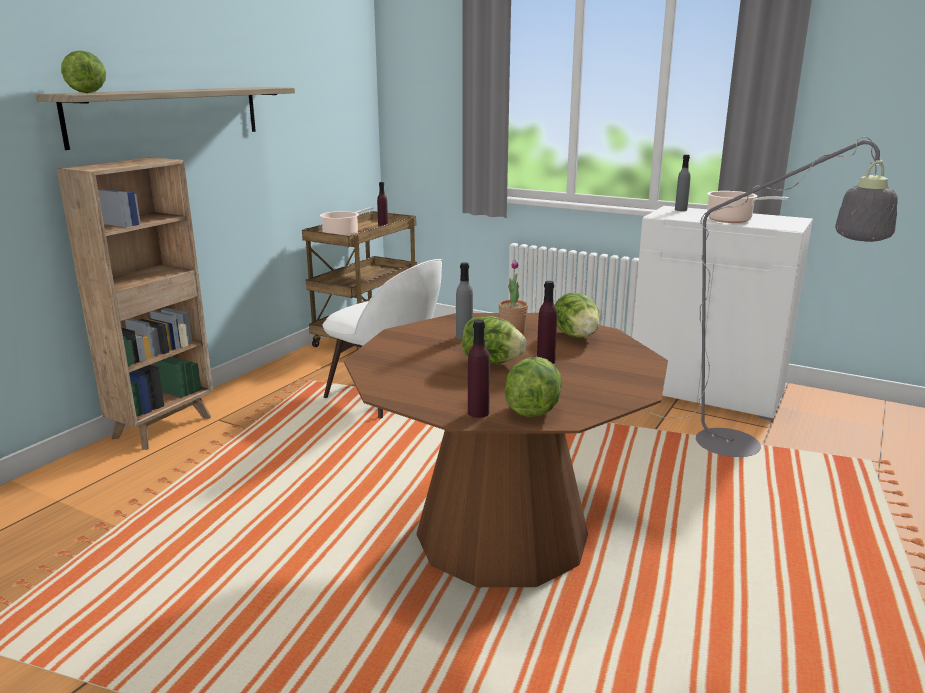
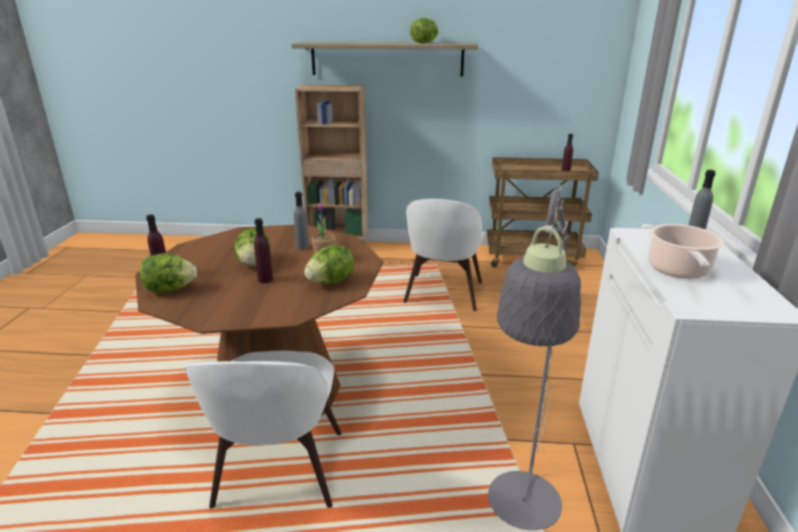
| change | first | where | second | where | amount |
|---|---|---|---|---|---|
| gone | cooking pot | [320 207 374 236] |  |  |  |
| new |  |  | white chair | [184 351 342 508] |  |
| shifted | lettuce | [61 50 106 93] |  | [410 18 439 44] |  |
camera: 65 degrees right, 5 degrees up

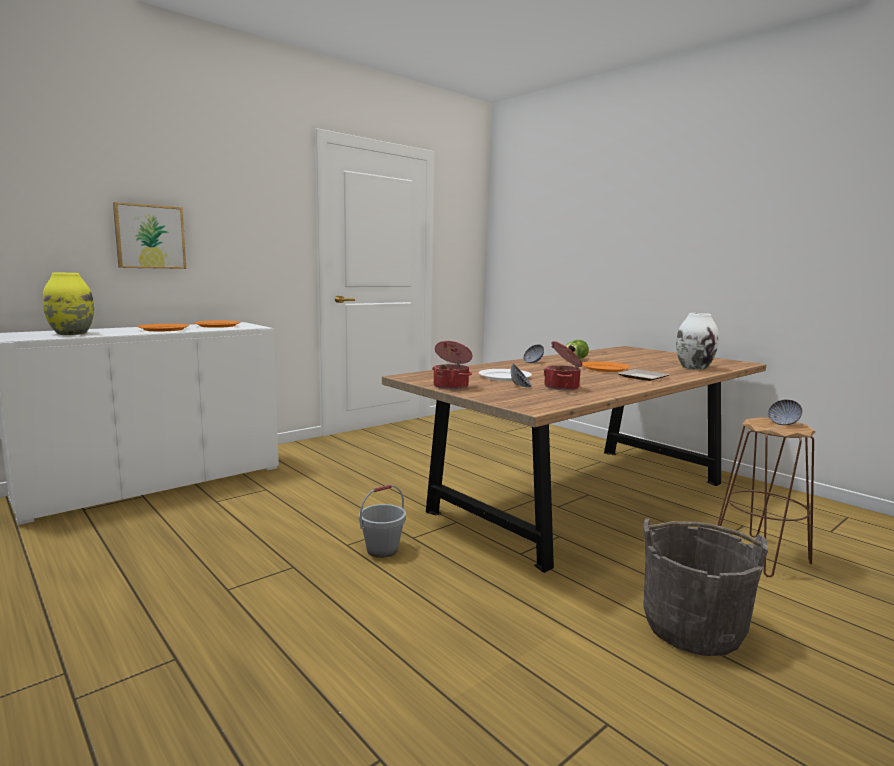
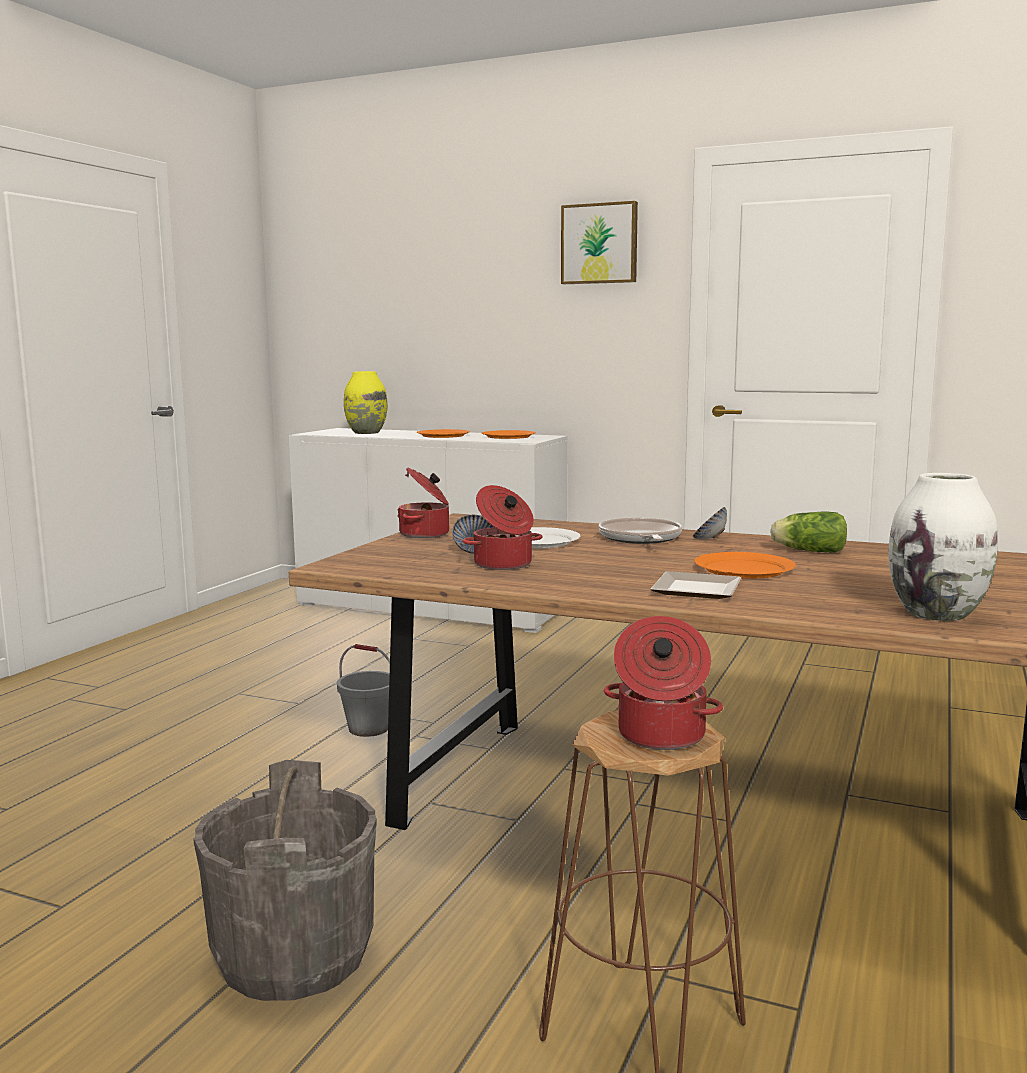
| change | first | where | second | where | amount |
|---|---|---|---|---|---|
| new |  |  | frying pan | [599 518 682 544] |  |
| shifted | picture | [113 202 186 269] |  | [561 201 638 284] |  |
| swapped | bowl | [768 399 802 425] | cooking pot | [604 616 723 750] |  |
camera: 65 degrees right, 0 degrees up

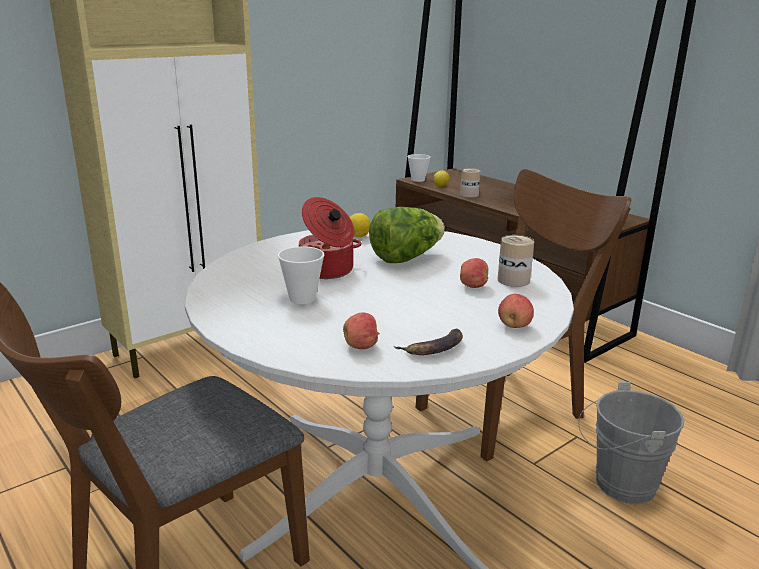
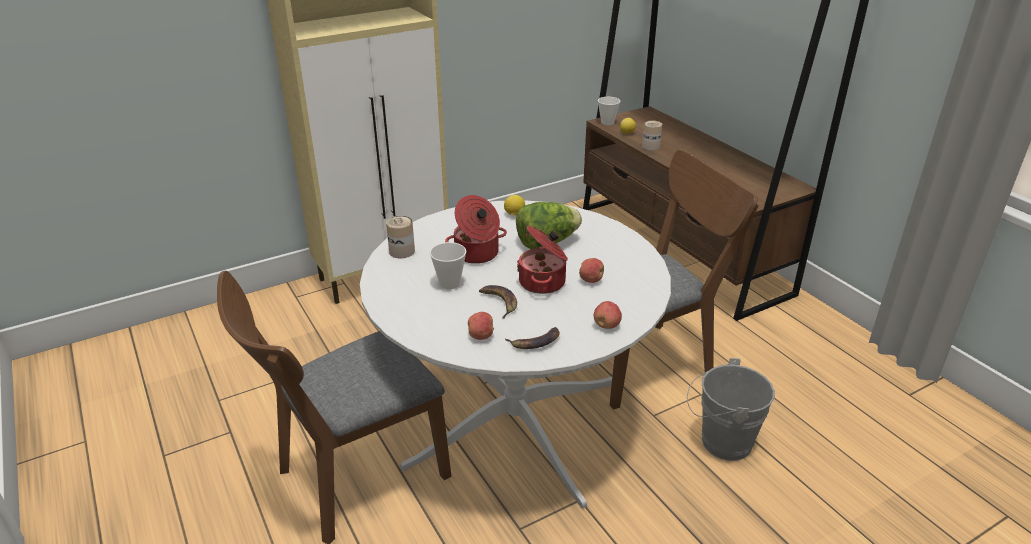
| change | first | where | second | where | amount |
|---|---|---|---|---|---|
| new |  |  | banana | [479 285 517 319] |  |
| new |  |  | cooking pot | [517 226 568 294] |  |
| shifted | can | [498 235 534 287] |  | [386 216 415 258] |  |
camera: 10 degrees right, 10 degrees up

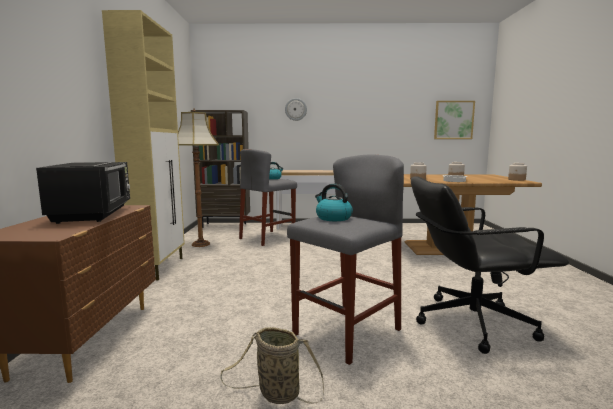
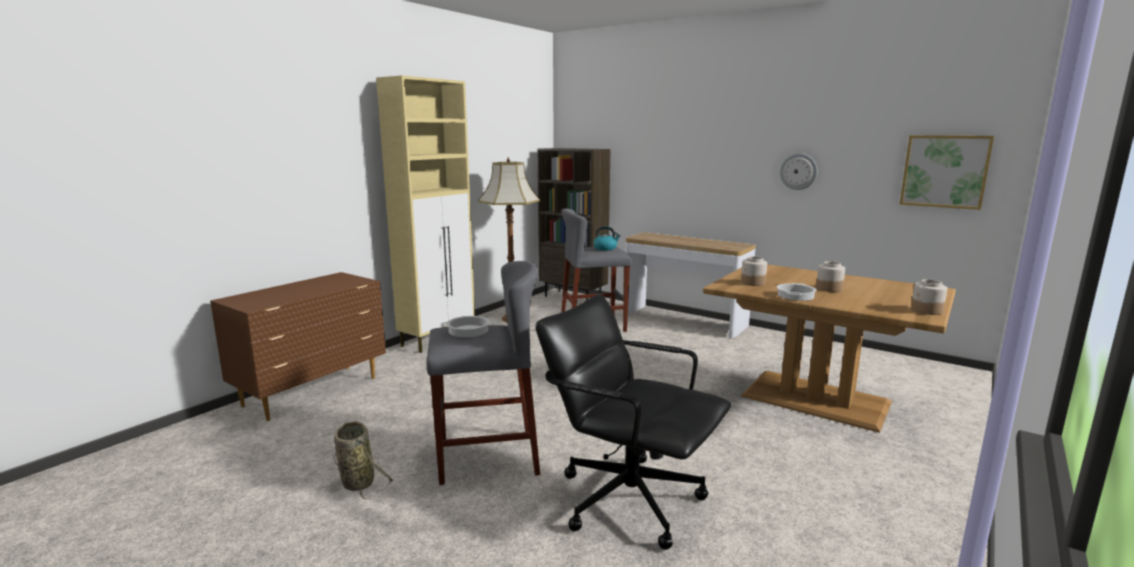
| change | first | where | second | where | amount |
|---|---|---|---|---|---|
| gone | black microwave | [36 162 130 224] |  |  |  |
| shifted | wall clock | [285 98 307 121] |  | [780 153 818 190] |  |
| swapped | kettle | [315 184 353 221] | cooking pot | [441 316 496 337] |  |
camera: 35 degrees right, 5 degrees up

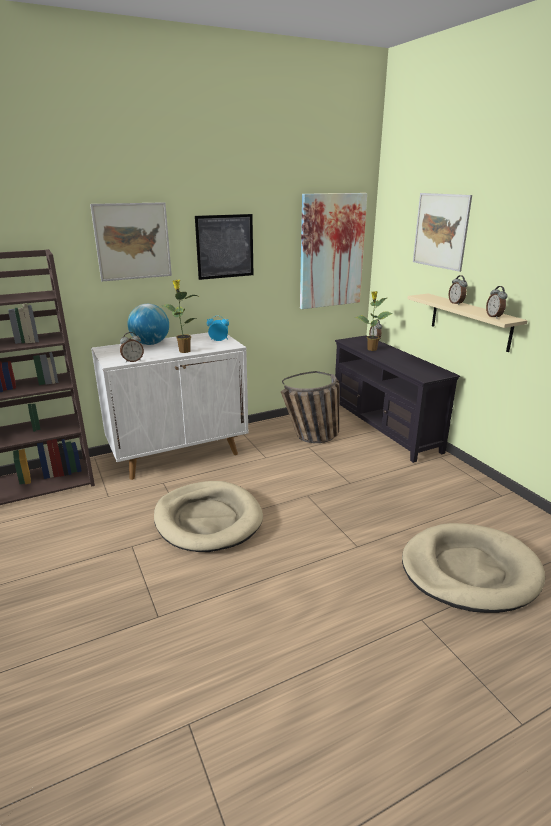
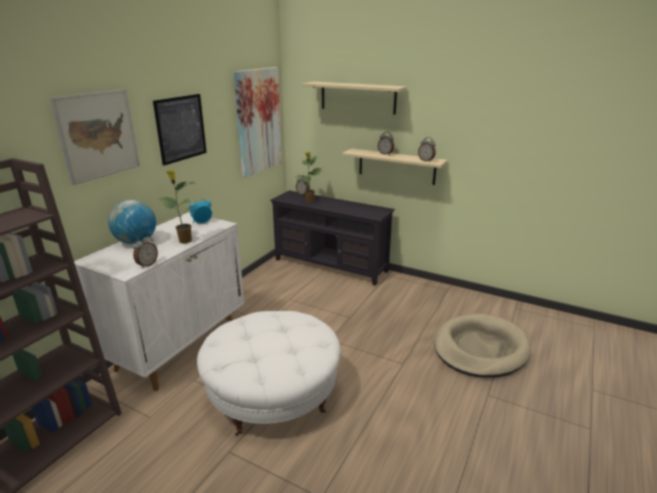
| change | first | where | second | where | amount |
|---|---|---|---|---|---|
| gone | basket | [281 371 339 443] |  |  |  |
| swapped | beige dog bed | [154 481 263 552] | white ottoman | [197 311 341 436] |  |
| swapped | picture | [413 193 472 272] | beige shelf | [303 82 407 115] |  |
camera: 35 degrees left, 0 degrees up

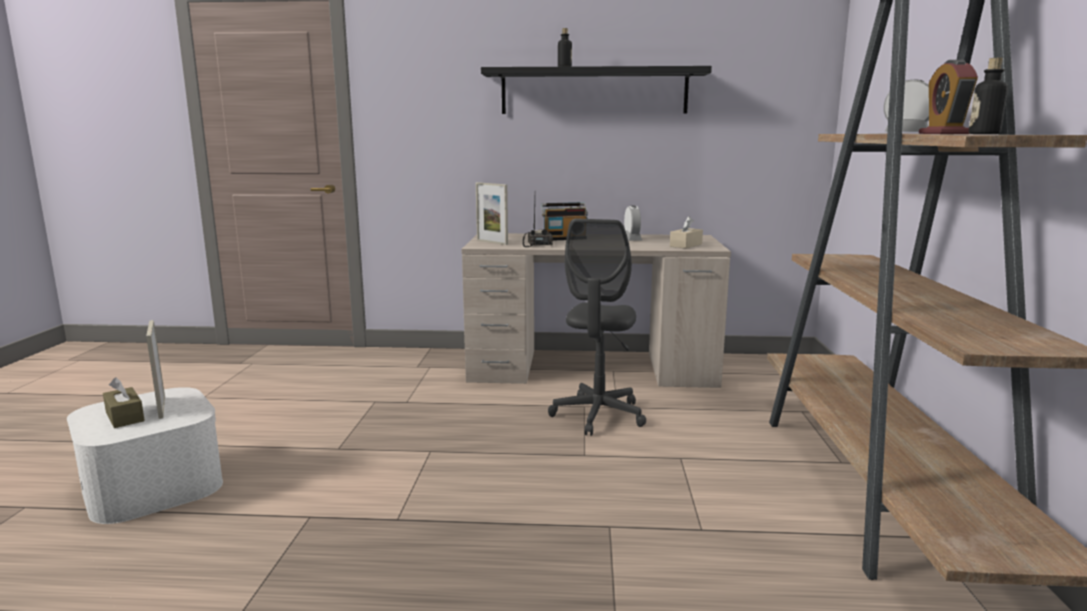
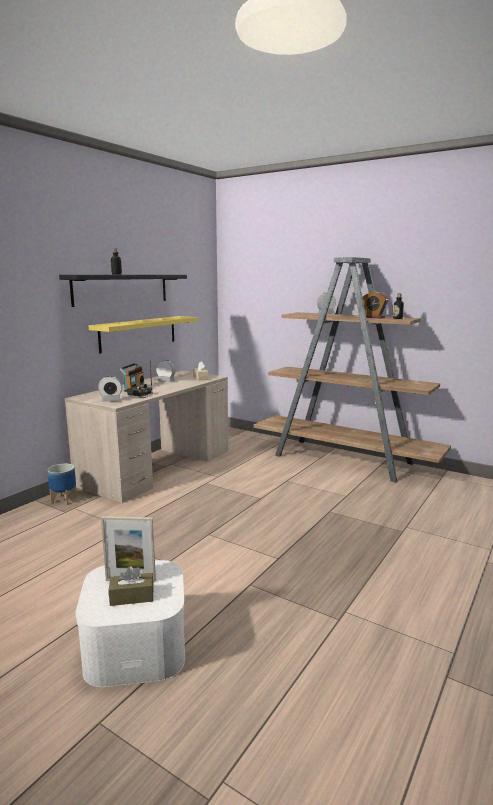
| change | first | where | second | where | amount |
|---|---|---|---|---|---|
| gone | grey office chair | [548 219 646 436] |  |  |  |
| new |  |  | planter | [47 464 77 505] |  |
| new |  |  | yellow shelf | [88 316 198 354] |  |
| swapped | picture frame | [476 182 508 245] | alarm clock | [98 376 122 402] |  |
camera: 60 degrees left, 0 degrees up

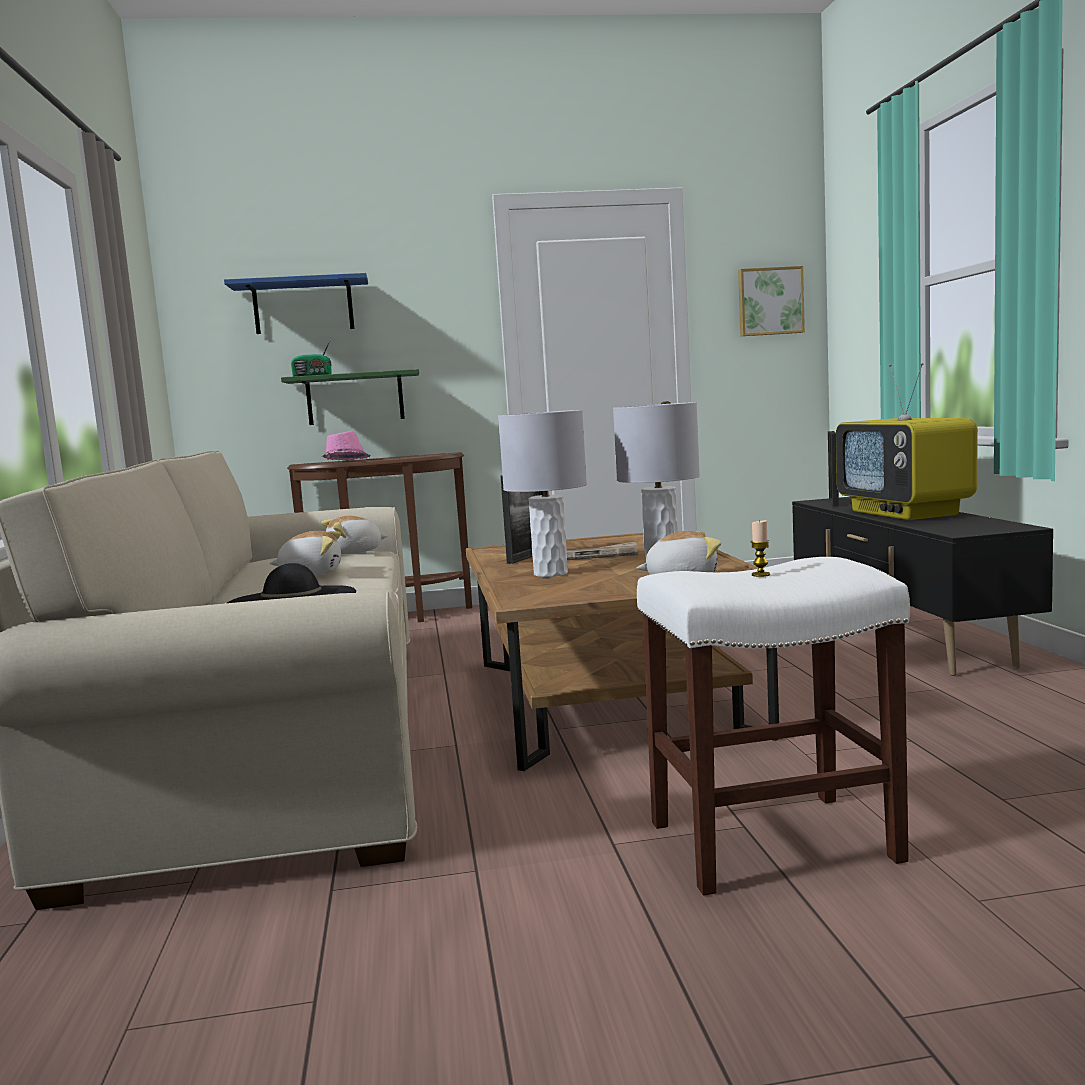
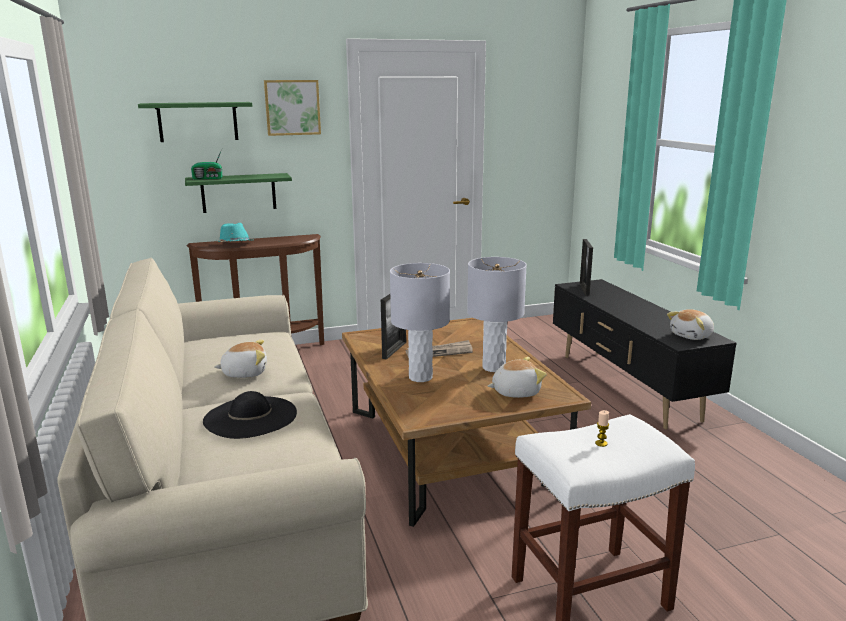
| change | first | where | second | where | amount |
|---|---|---|---|---|---|
| gone | television | [836 363 978 520] |  |  |  |
| shifted | plush toy | [321 516 387 554] |  | [667 309 714 340] |  |
| shifted | picture | [738 266 805 336] |  | [264 80 321 136] |  |
| repainted | blue shelf | [224 273 368 334] | green shelf | [138 102 252 142] |  |
| repainted | pink hat | [322 431 371 460] | turquoise hat | [216 223 252 242] |  |
camera: 10 degrees left, 10 degrees up

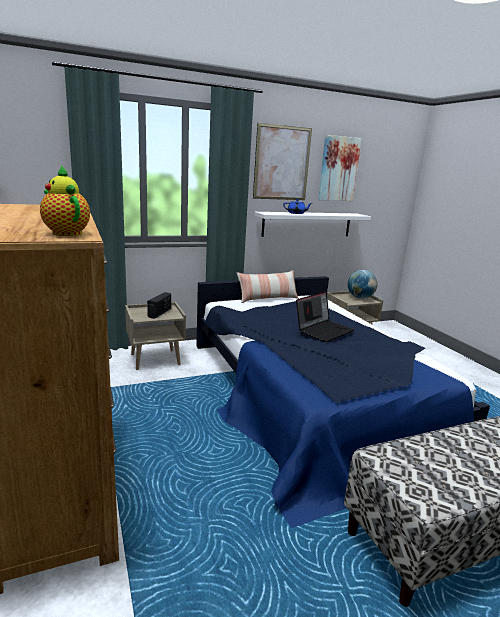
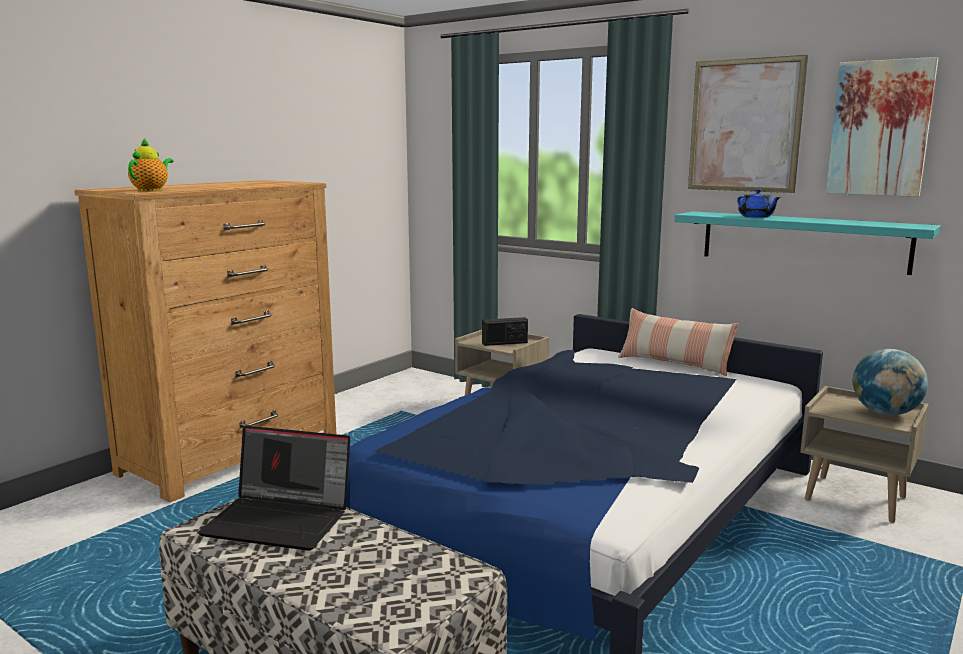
| change | first | where | second | where | amount |
|---|---|---|---|---|---|
| shifted | laptop | [296 291 355 342] |  | [198 426 350 551] |  |
| repainted | white shelf | [254 212 371 237] | turquoise shelf | [675 211 941 275] |  |
camera: 60 degrees right, 5 degrees down

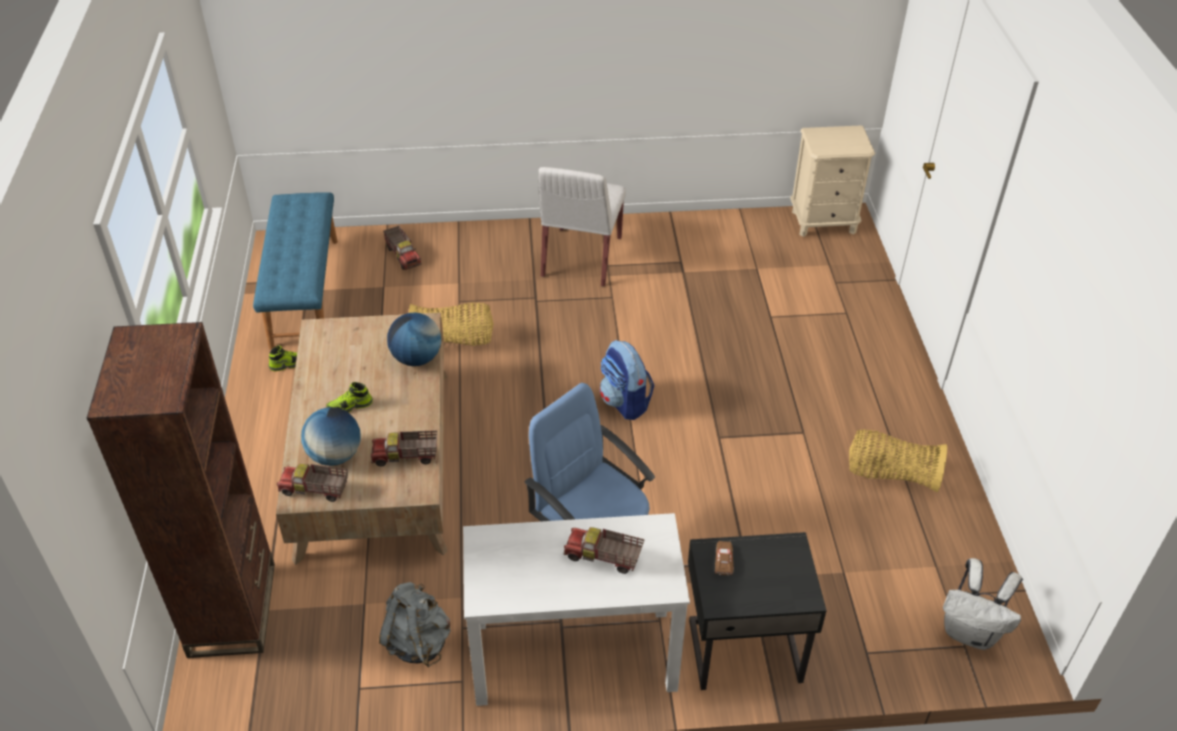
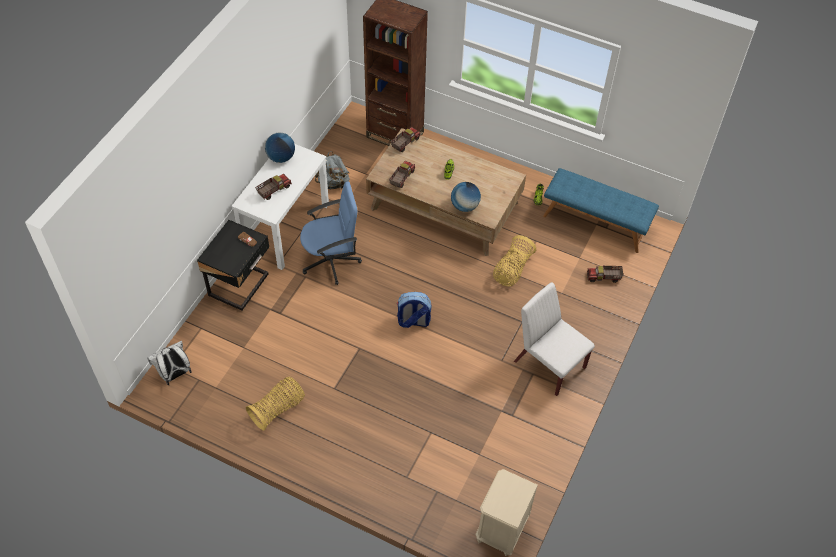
| change | first | where | second | where | amount |
|---|---|---|---|---|---|
| shifted | globe | [301 407 360 466] |  | [265 132 295 163] |  |
camera: 120 degrees right, 10 degrees up

